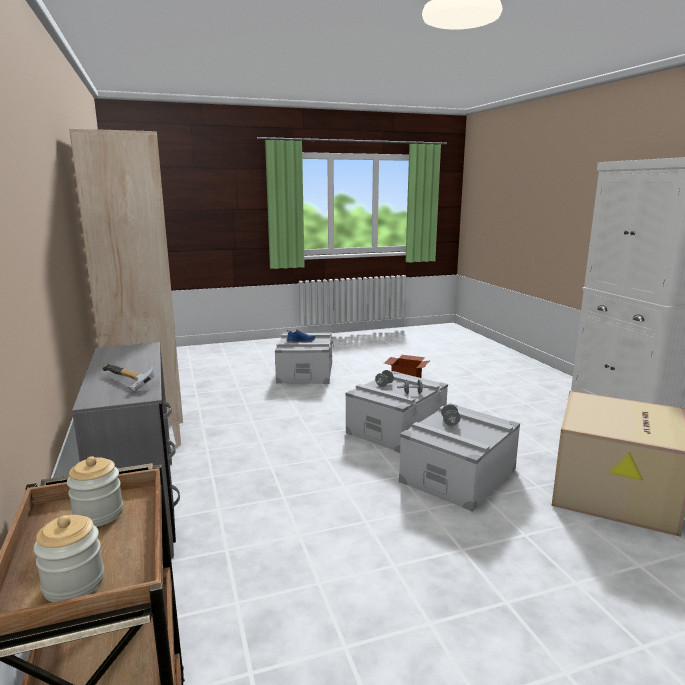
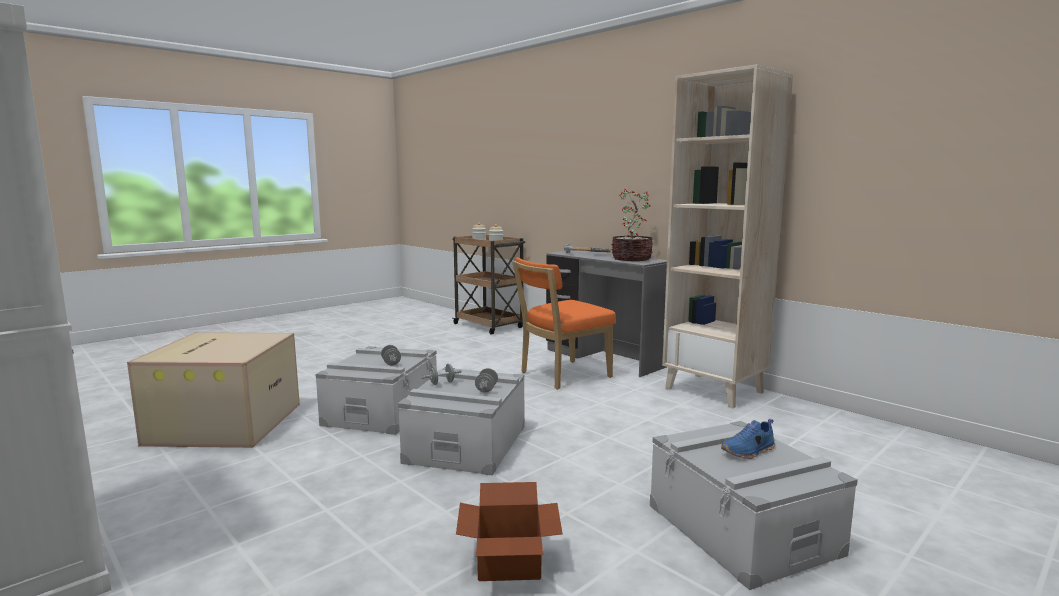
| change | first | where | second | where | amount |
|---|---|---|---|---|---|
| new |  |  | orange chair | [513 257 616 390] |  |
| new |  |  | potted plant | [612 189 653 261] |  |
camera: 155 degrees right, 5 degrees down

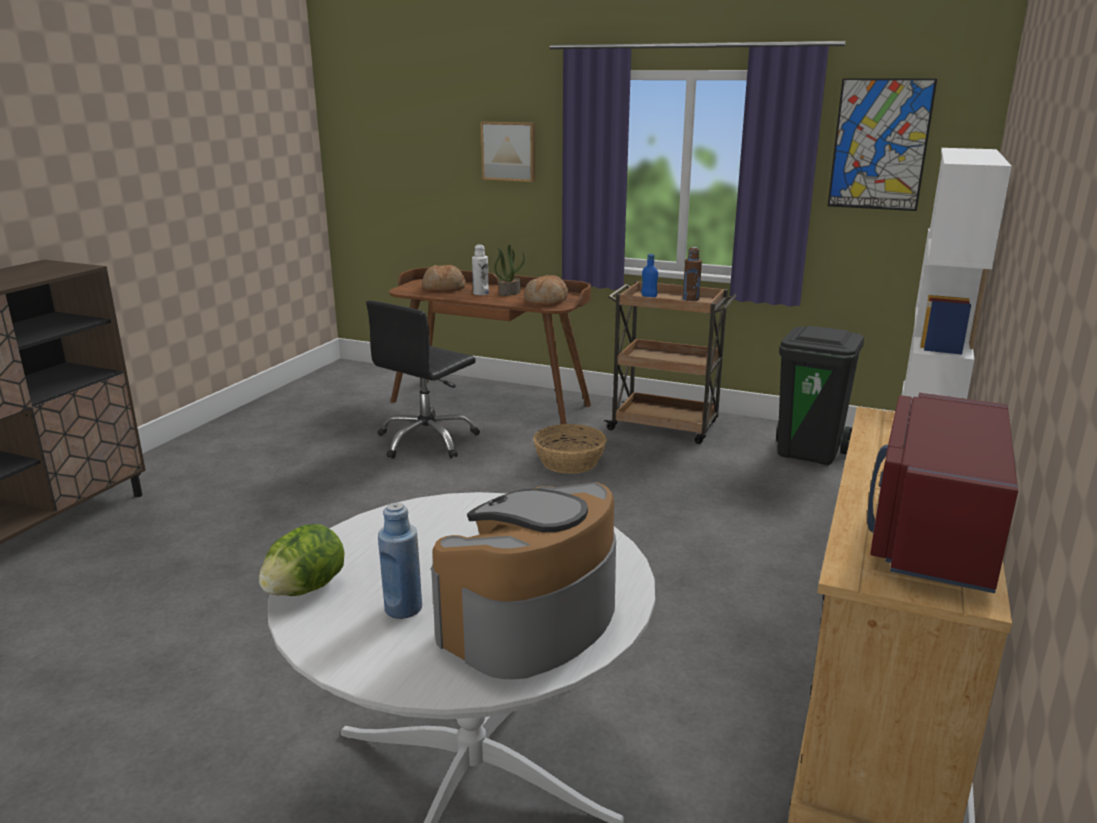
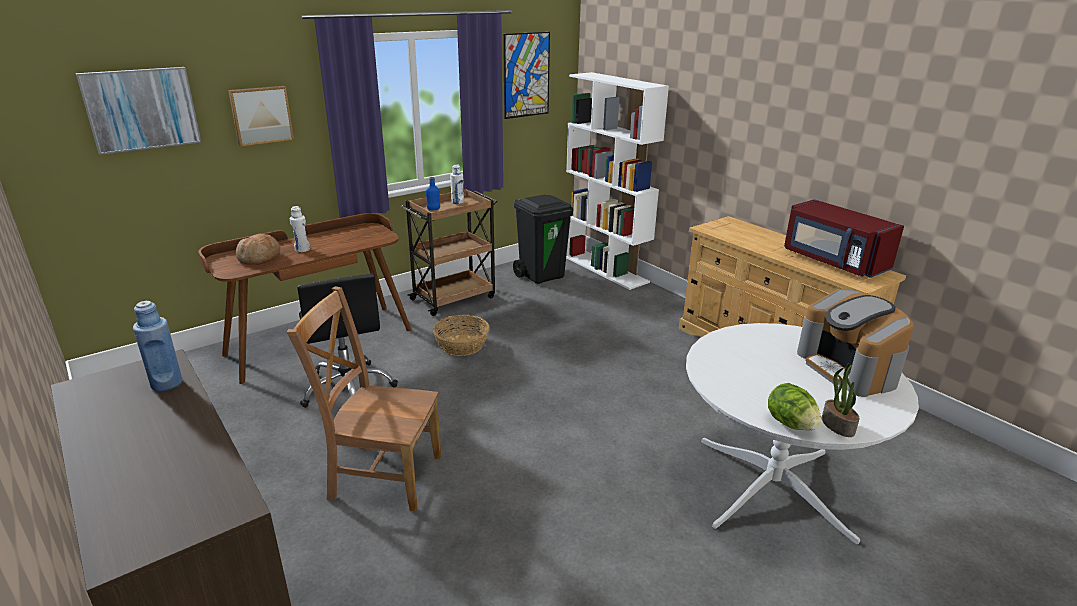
| change | first | where | second | where | amount |
|---|---|---|---|---|---|
| gone | bread | [524 275 568 306] |  |  |  |
| new |  |  | picture | [76 67 201 155] |  |
| new |  |  | brown chair | [287 286 441 512] |  |
| shifted | blue bottle | [378 503 422 619] |  | [133 301 183 391] |  |
| shifted | potted plant | [494 244 525 296] |  | [822 363 859 437] |  |
| repainted | brown bottle | [683 247 702 301] | white bottle | [450 164 464 204] |  |
camera: 60 degrees left, 5 degrees up

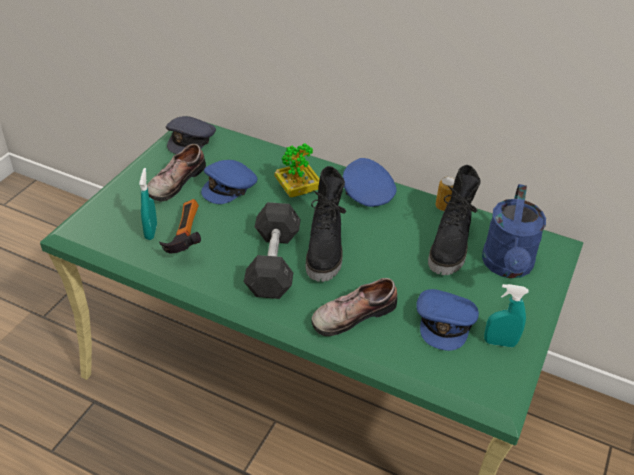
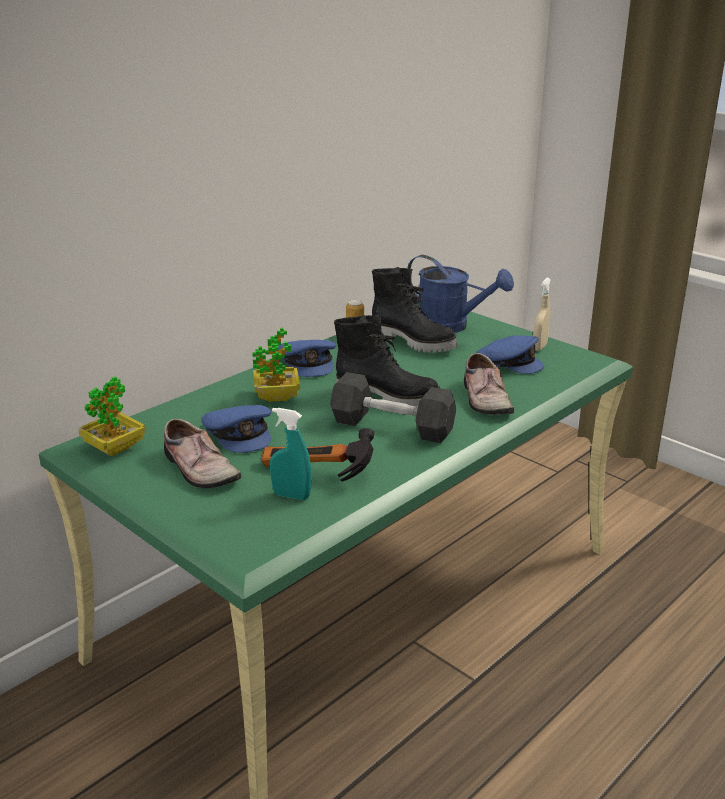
| change | first | where | second | where | amount |
|---|---|---|---|---|---|
| swapped | grey cap | [166 116 216 154] | potted plant | [78 376 145 456] |  |
| repainted | turquoise spray bottle | [484 284 529 347] | beige spray bottle | [533 278 551 351] |  |
| rotated | blue cap | [343 158 397 207] |  | [278 340 336 377] | 105 degrees counterclockwise |
camera: 70 degrees left, 15 degrees down

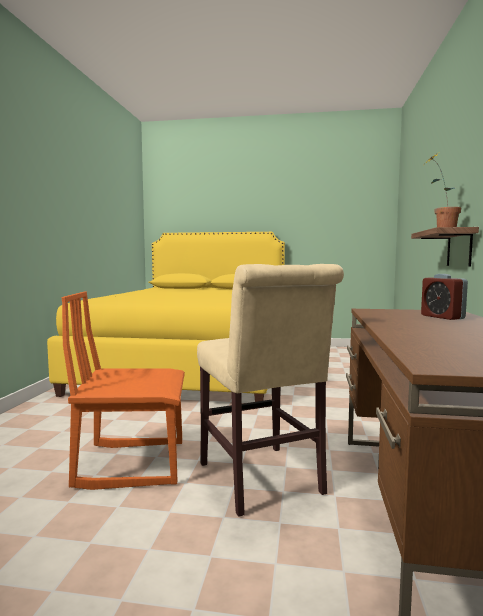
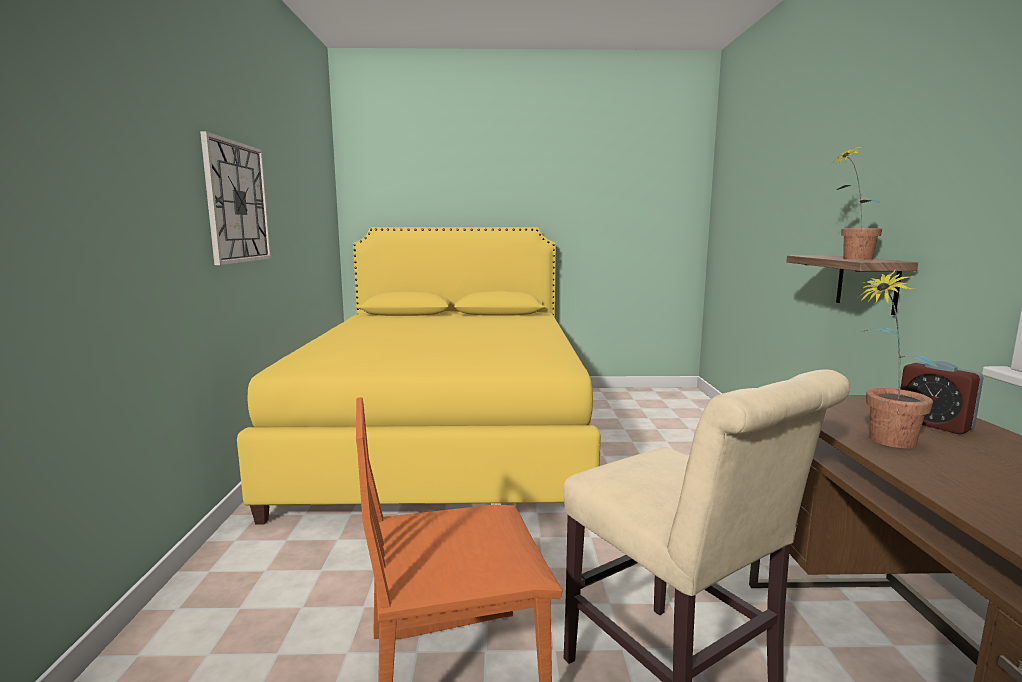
| change | first | where | second | where | amount |
|---|---|---|---|---|---|
| new |  |  | wall clock | [200 131 272 265] |  |
| new |  |  | potted plant | [858 270 938 448] |  |
camera: 10 degrees left, 5 degrees up

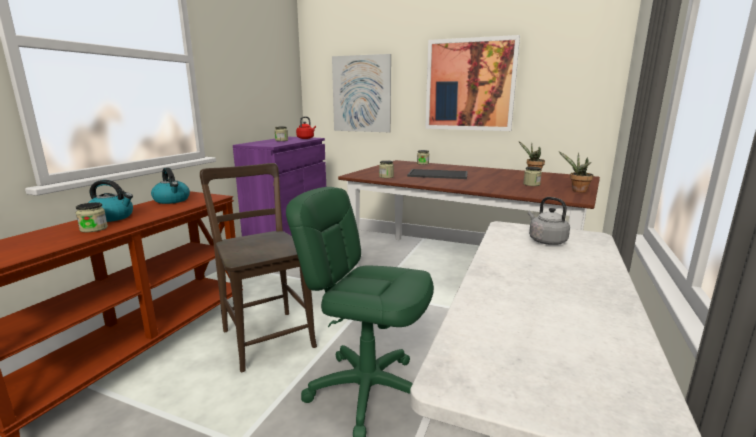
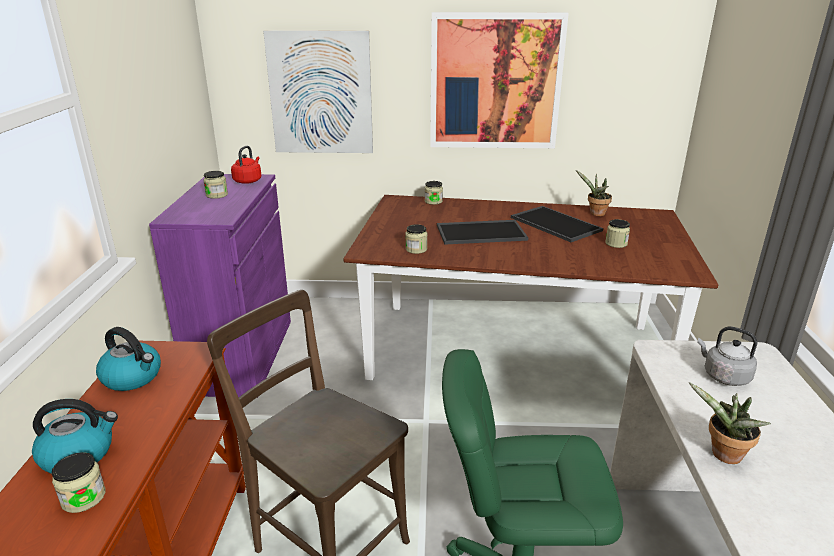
| change | first | where | second | where | amount |
|---|---|---|---|---|---|
| new |  |  | tray | [511 206 603 242] |  |
| shifted | potted plant | [559 152 594 192] |  | [689 382 771 464] |  |
camera: 20 degrees left, 10 degrees up

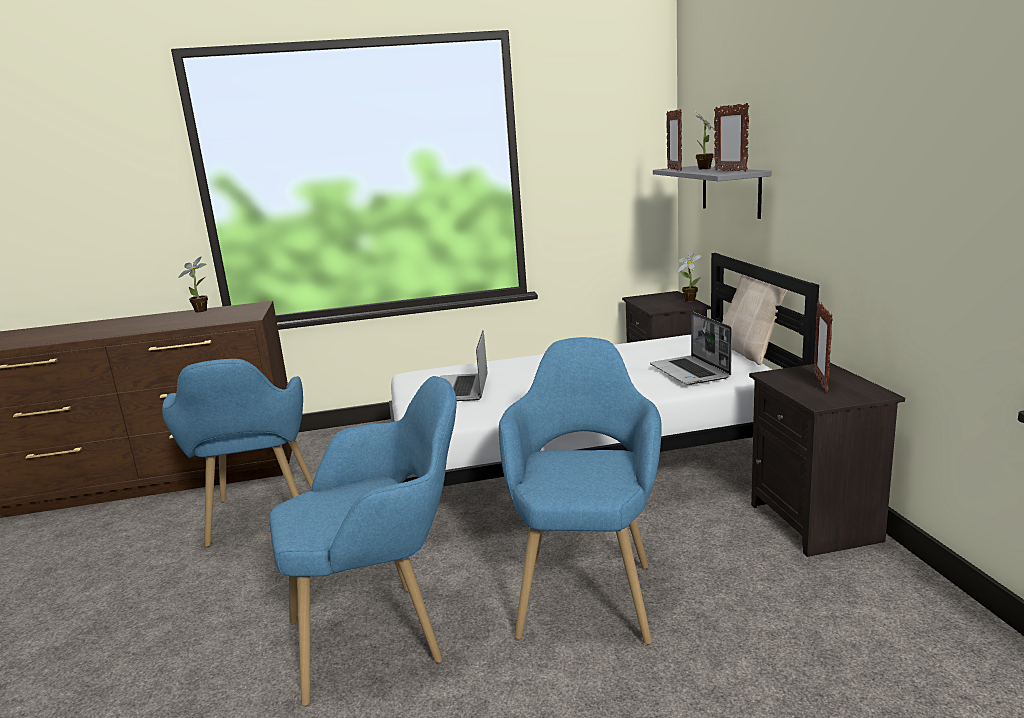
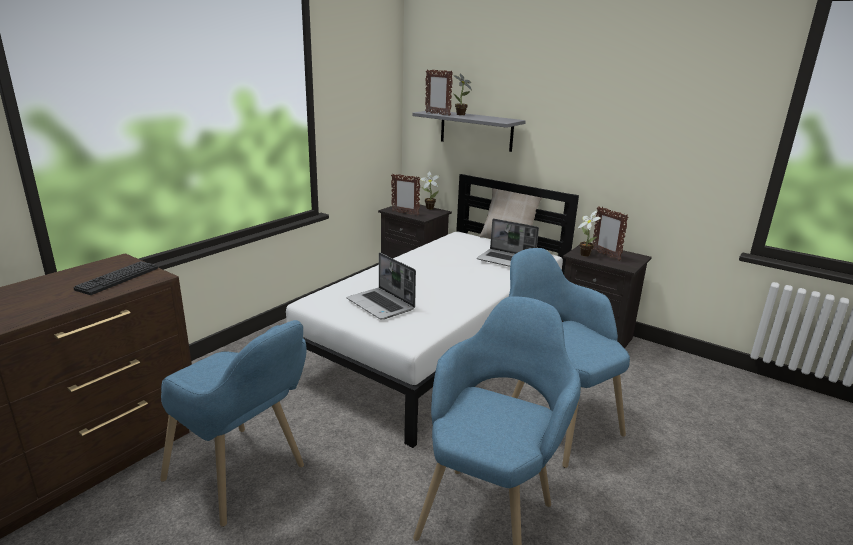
| change | first | where | second | where | amount |
|---|---|---|---|---|---|
| new |  |  | keyboard | [73 261 158 295] |  |
| shifted | potted plant | [178 256 208 312] |  | [577 211 601 256] |  |
| shifted | picture frame | [714 103 749 172] |  | [391 174 421 216] |  |
camera: 45 degrees left, 5 degrees up

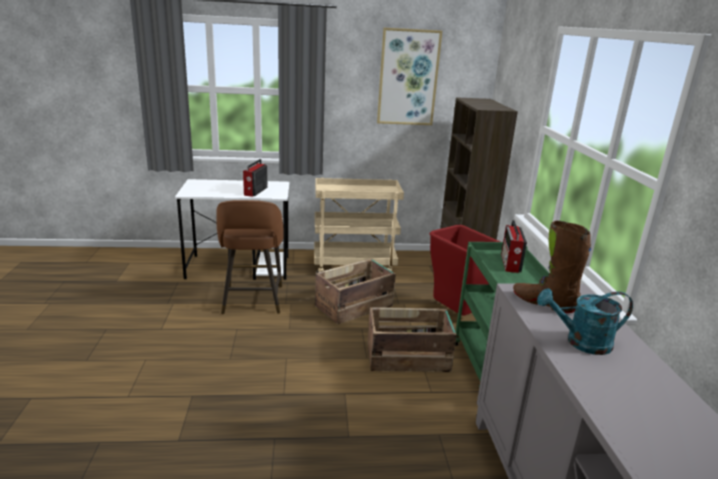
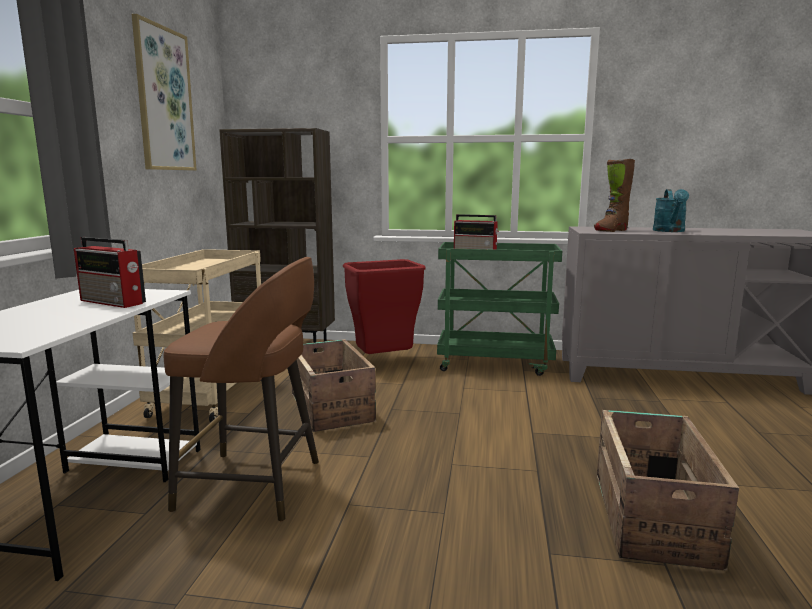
| change | first | where | second | where | amount |
|---|---|---|---|---|---|
| shifted | crate | [368 307 457 372] |  | [597 410 739 571] |  |
camera: 75 degrees left, 10 degrees down

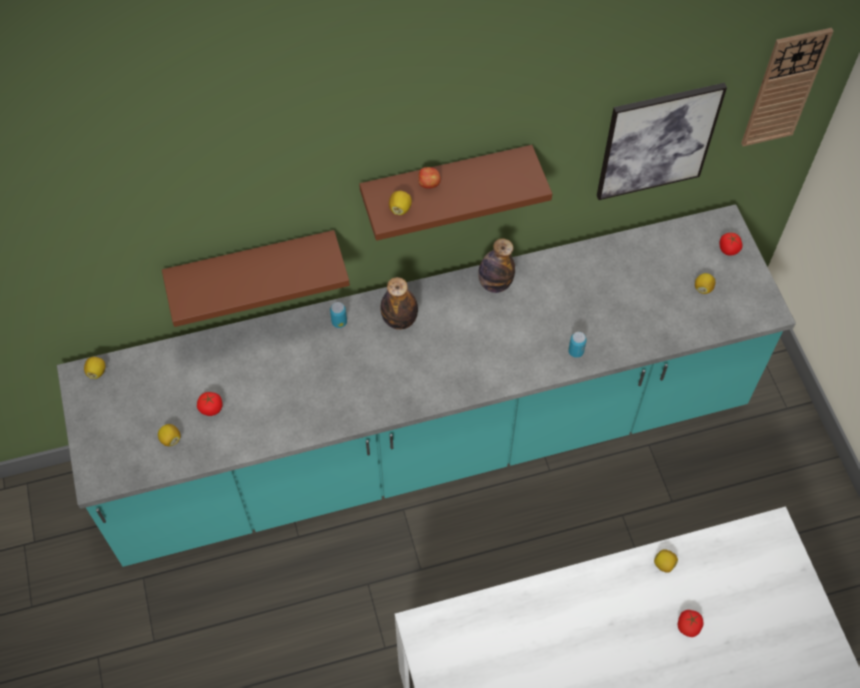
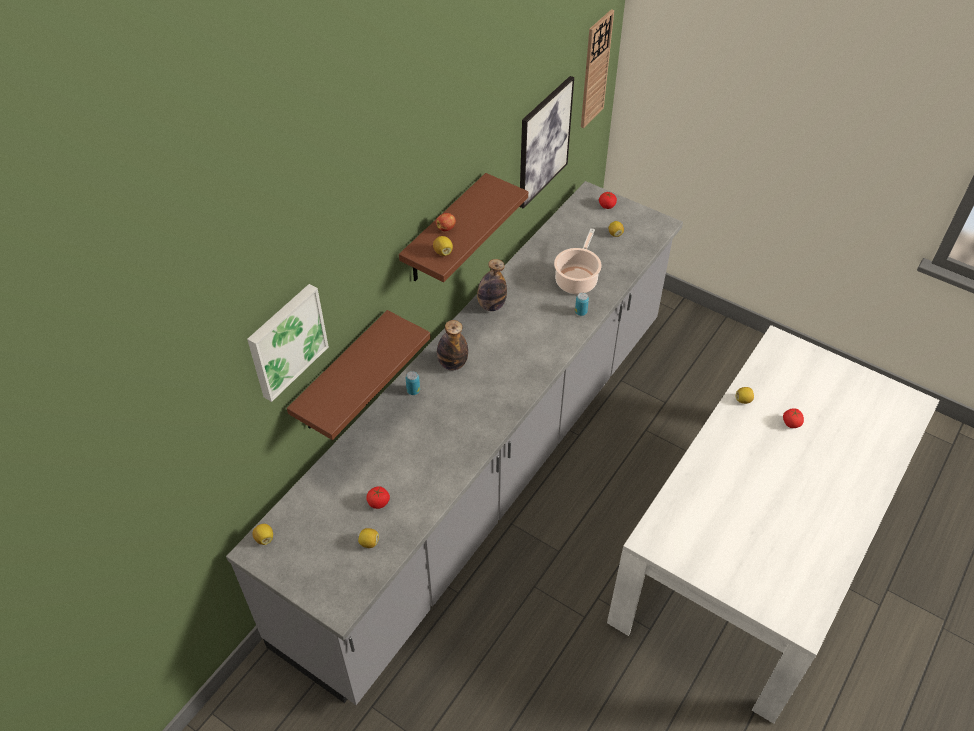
| change | first | where | second | where | amount |
|---|---|---|---|---|---|
| new |  |  | picture | [247 284 329 402] |  |
| new |  |  | cooking pot | [554 228 602 294] |  |
| repainted | turquoise counter | [57 204 796 567] | grey counter | [226 181 683 705] |  |
camera: 40 degrees left, 10 degrees down

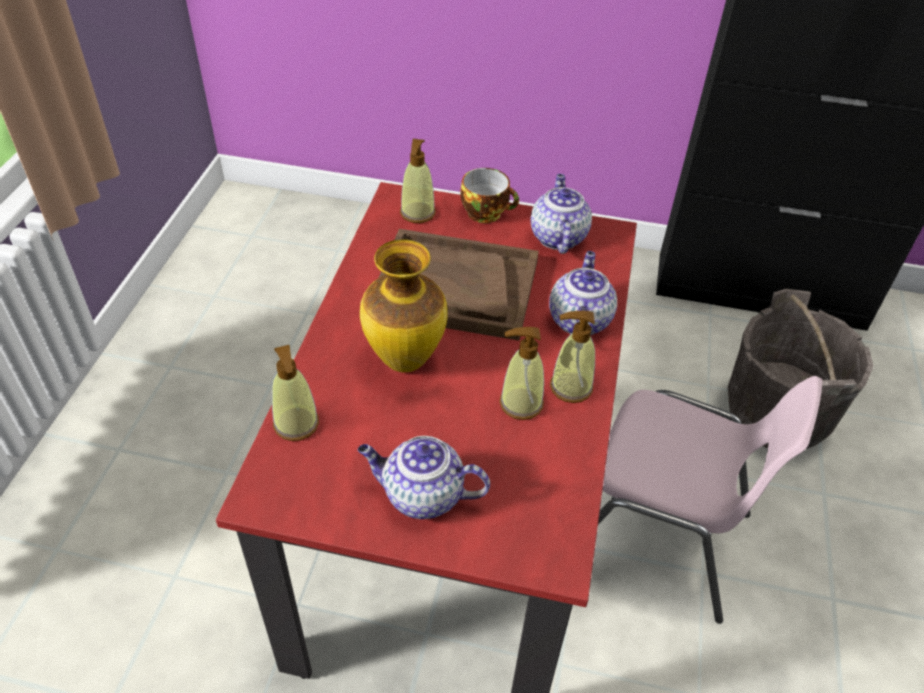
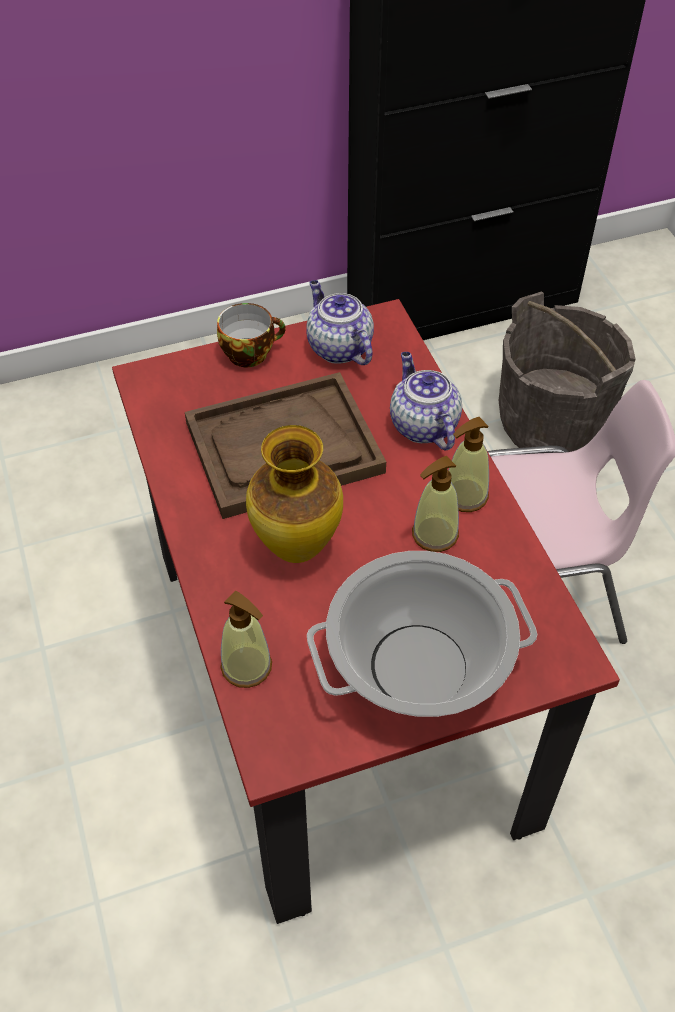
| change | first | where | second | where | amount |
|---|---|---|---|---|---|
| gone | soap dispenser | [400 139 436 223] |  |  |  |
| swapped | teapot | [358 436 490 519] | cooking pot | [307 551 537 717] |  |
camera: 30 degrees left, 5 degrees up

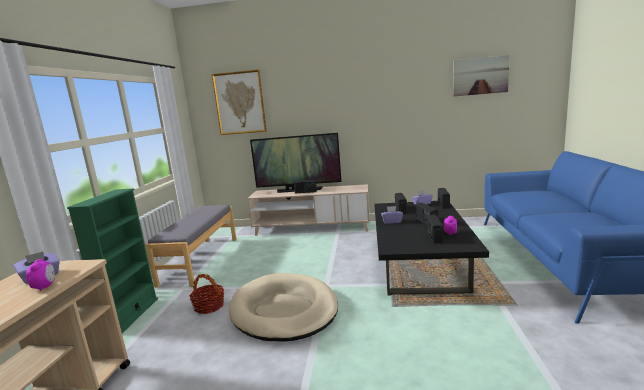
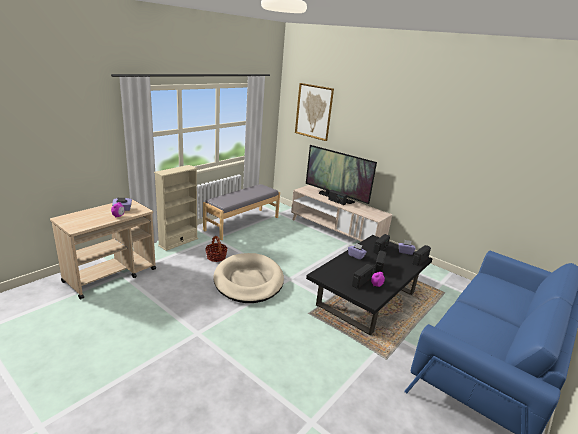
| change | first | where | second | where | amount |
|---|---|---|---|---|---|
| gone | picture | [453 55 510 97] |  |  |  |
| repainted | green bookcase | [67 189 158 333] | beige bookcase | [154 165 198 251] |  |
camera: 30 degrees right, 10 degrees up

